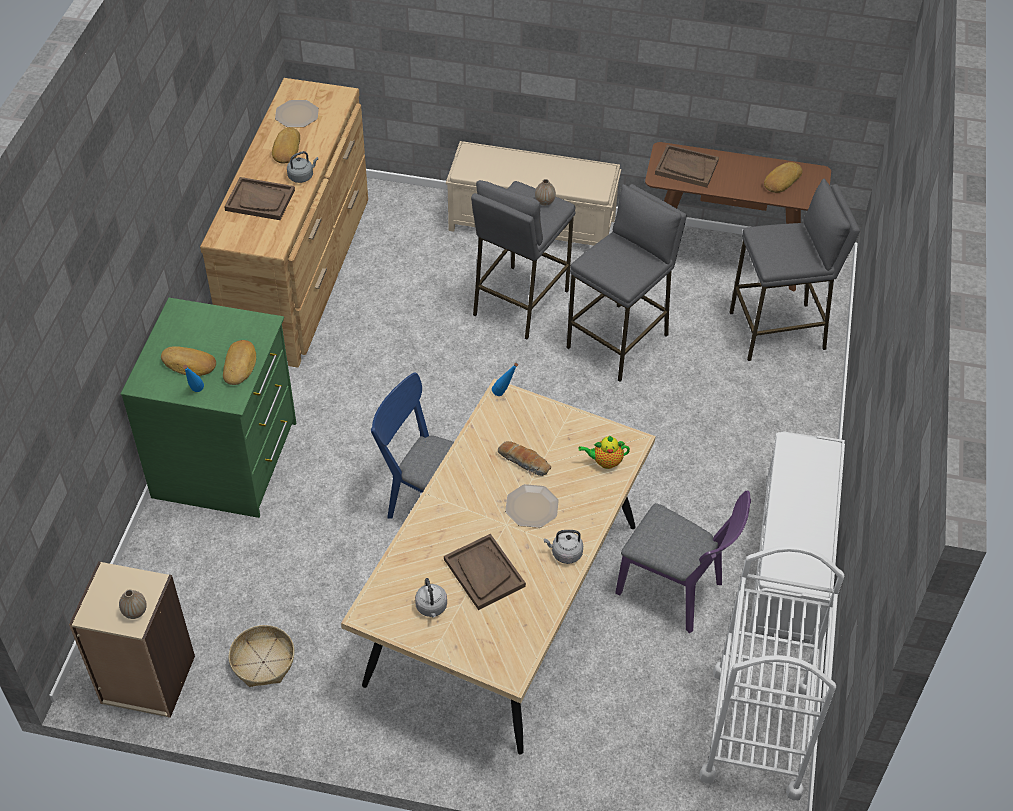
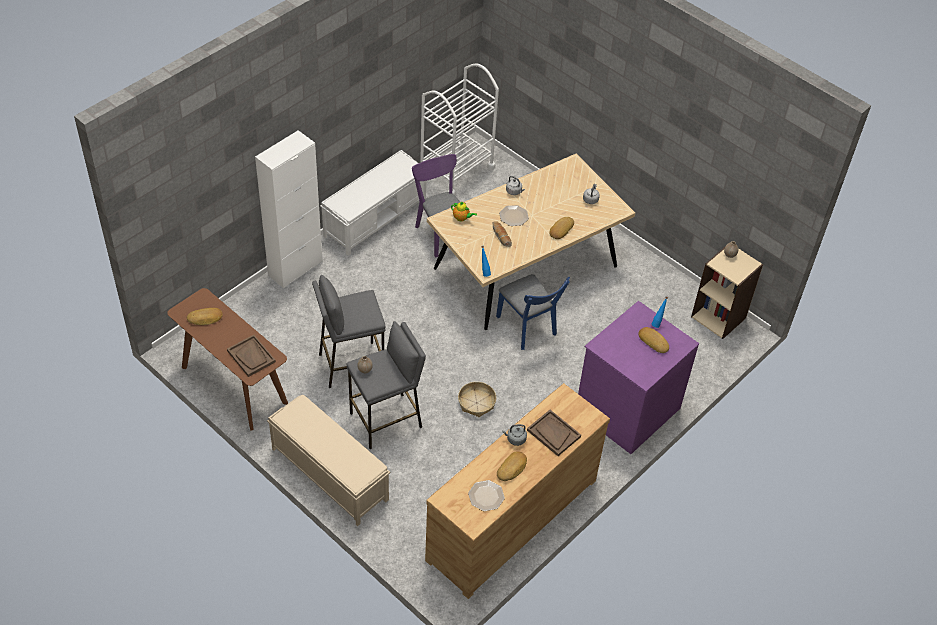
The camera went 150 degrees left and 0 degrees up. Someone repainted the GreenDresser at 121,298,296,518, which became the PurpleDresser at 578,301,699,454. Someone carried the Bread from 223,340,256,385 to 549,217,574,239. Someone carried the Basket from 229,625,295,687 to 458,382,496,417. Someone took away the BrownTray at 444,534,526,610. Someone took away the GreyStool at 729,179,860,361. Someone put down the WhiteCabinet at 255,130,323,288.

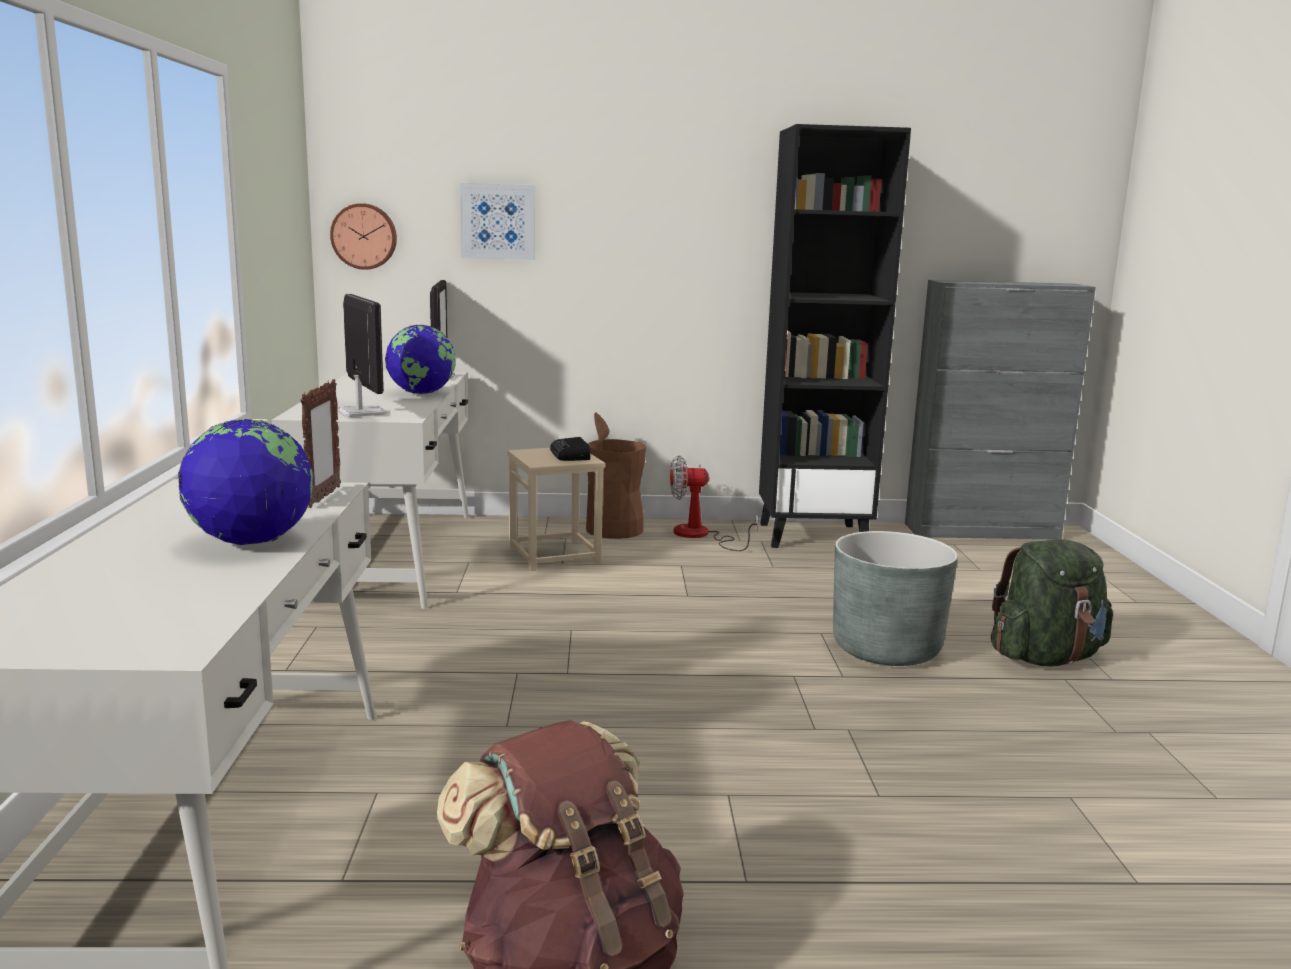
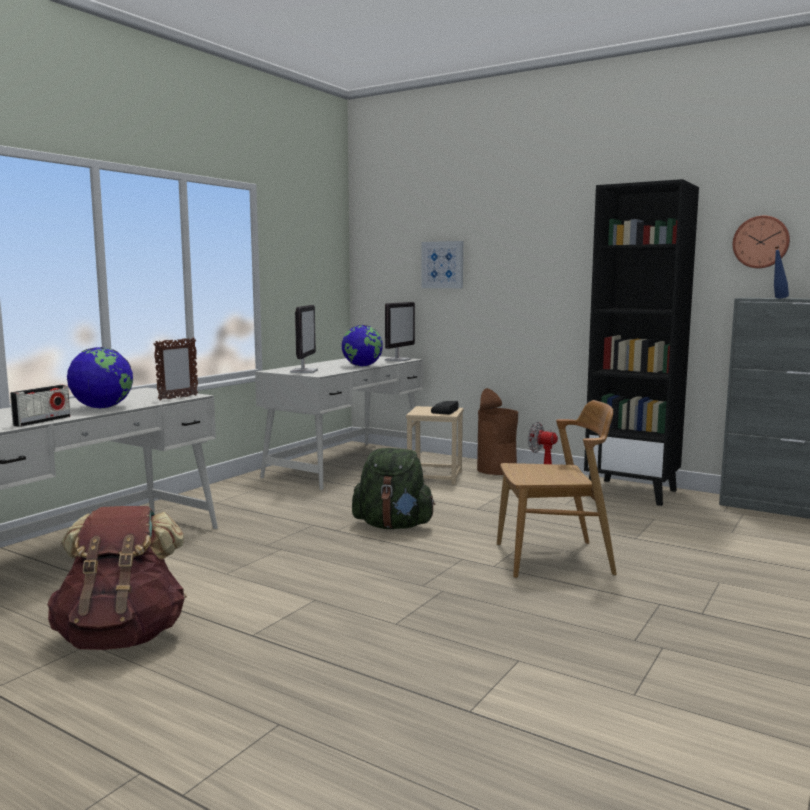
The camera went 35 degrees right and 5 degrees down. Someone carried the WallClock from 330,203,397,270 to 733,216,790,268. Someone swapped the GreyPlanter at 833,531,958,666 for the BrownChair at 497,400,617,578. Someone carried the GreenBackpack from 991,539,1113,667 to 352,448,436,529. Someone put down the Radio at 10,385,70,427. Someone put down the BlueBottle at 774,246,789,298.

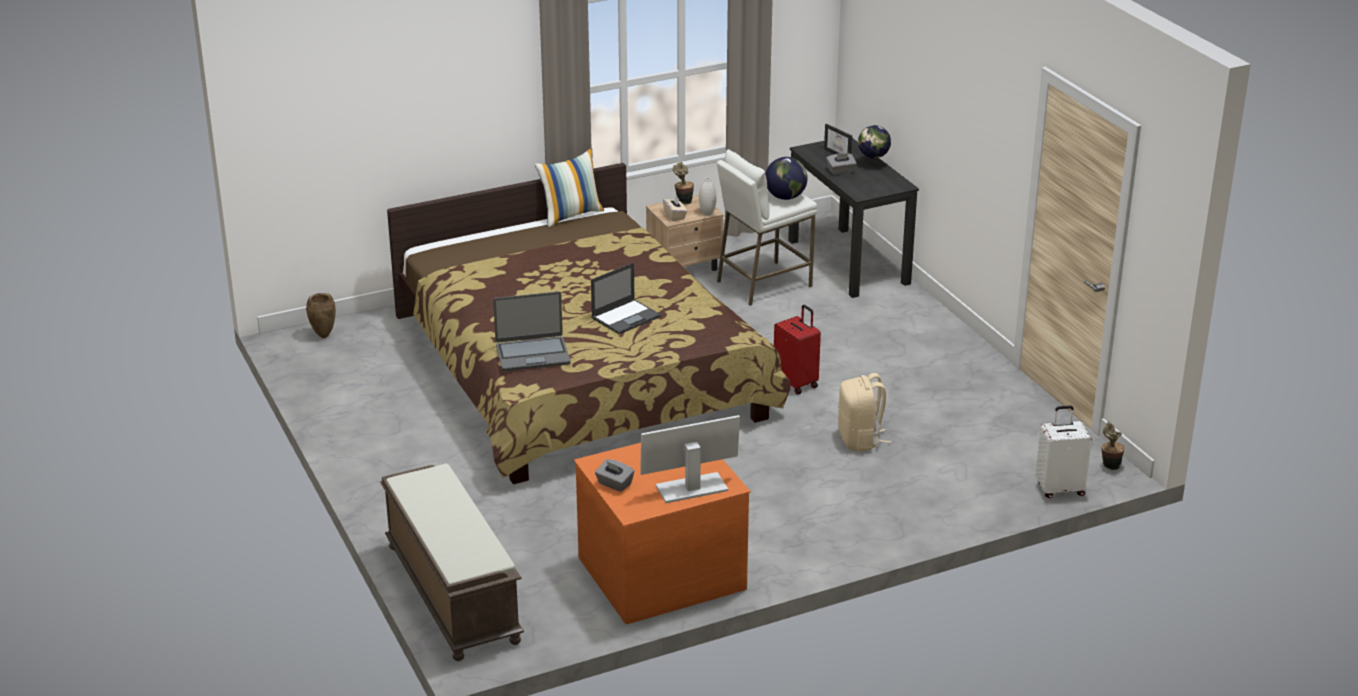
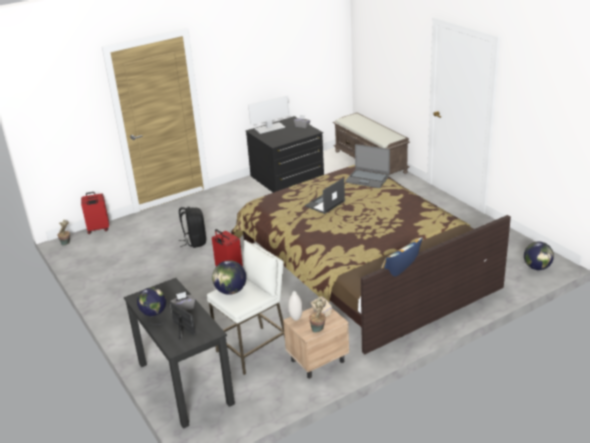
The camera went 175 degrees right and 0 degrees up. Someone swapped the BrownVase at 306,293,336,338 for the Globe at 524,241,554,270. Someone rotated the Laptop at 493,291,571,371 by 135 degrees counterclockwise. Someone repainted the OrangeDresser at 574,443,751,624, which became the BlackDresser at 246,116,324,193. Someone repainted the BeigeBackpack at 838,373,891,451, which became the BlackBackpack at 179,207,206,248. Someone repainted the WhiteSuitcase at 1035,406,1092,498, which became the RedSuitcase at 81,192,109,234.

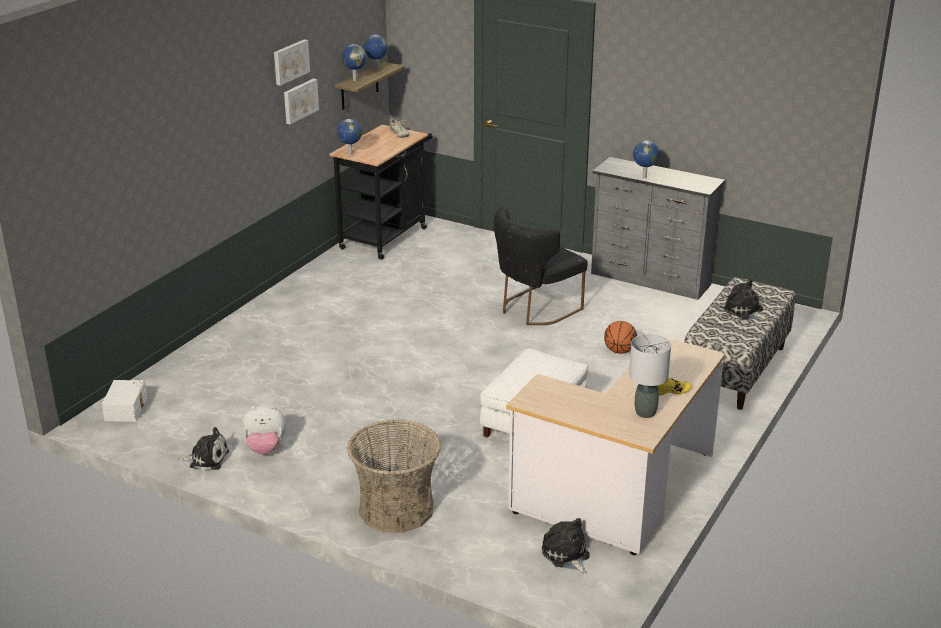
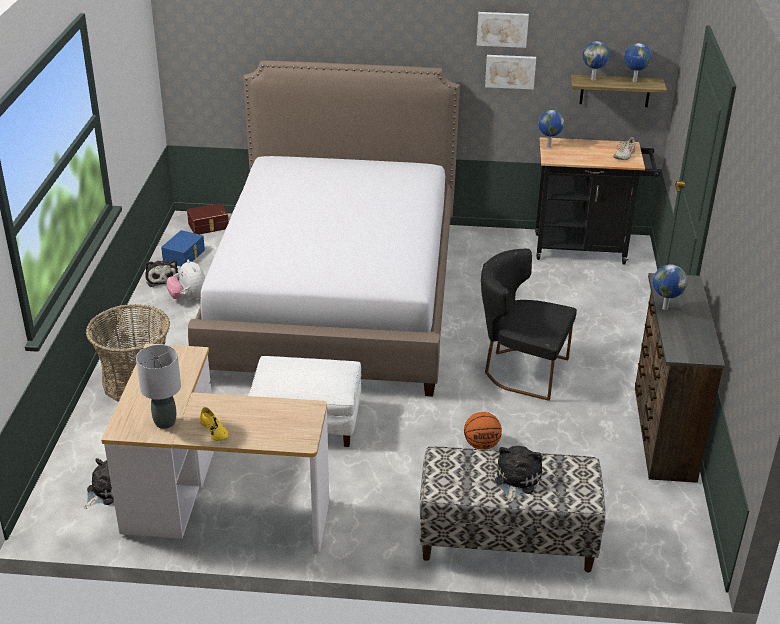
The camera went 65 degrees right and 5 degrees up. Someone repainted the WhiteStorageBox at 102,380,147,422, which became the BrownStorageBox at 187,203,229,234. Someone repainted the GreyDresser at 591,157,725,300, which became the BrownDresser at 635,273,725,483. Someone put down the BlueStorageBox at 161,230,205,266. Someone put down the Bed at 188,60,460,396.

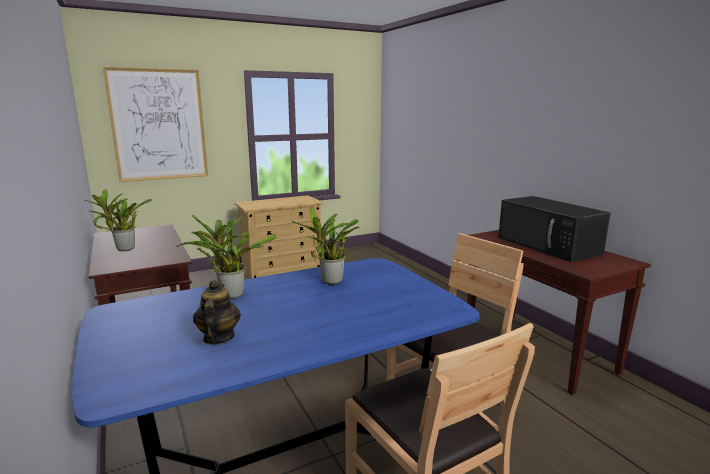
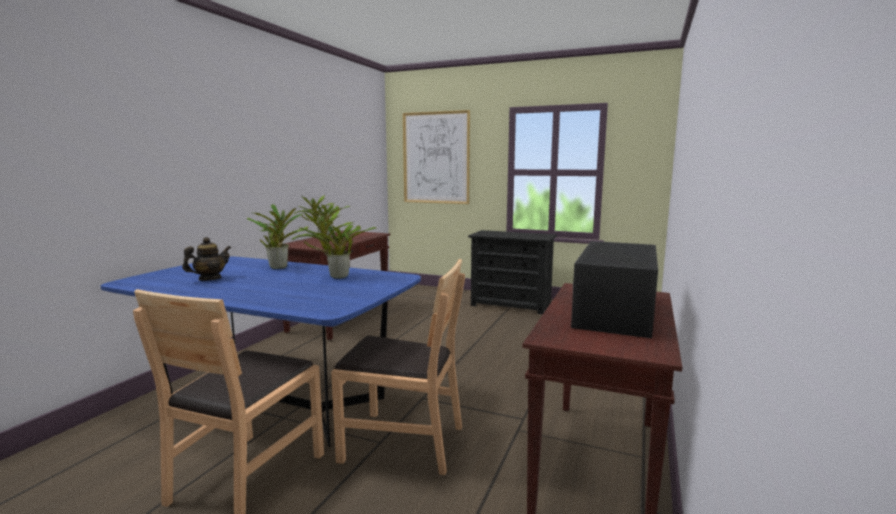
The camera went 50 degrees right and 5 degrees down. Someone repainted the BeigeDresser at 234,195,323,279, which became the BlackDresser at 468,230,557,314.

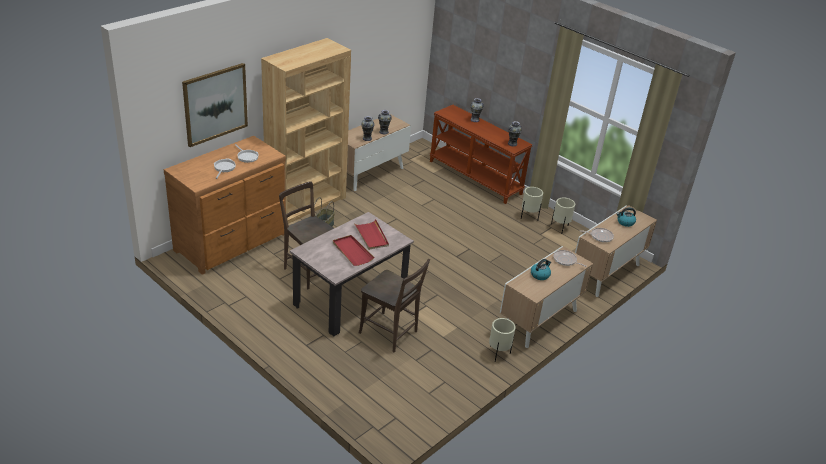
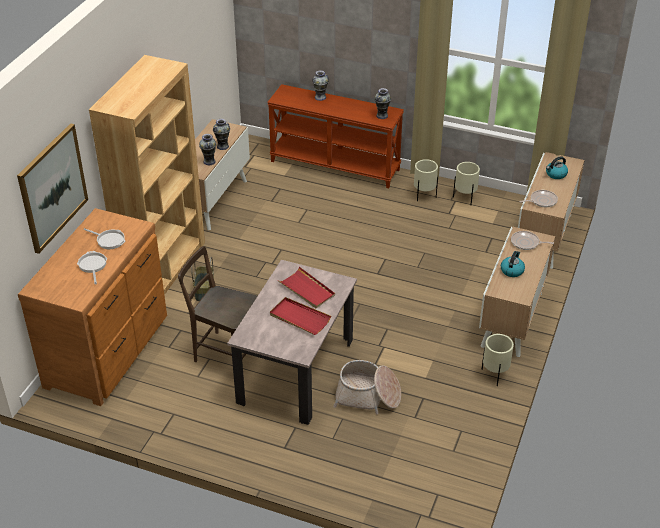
The camera went 20 degrees left and 5 degrees up. Someone swapped the BrownChair at 358,259,430,352 for the Basket at 333,360,401,414.

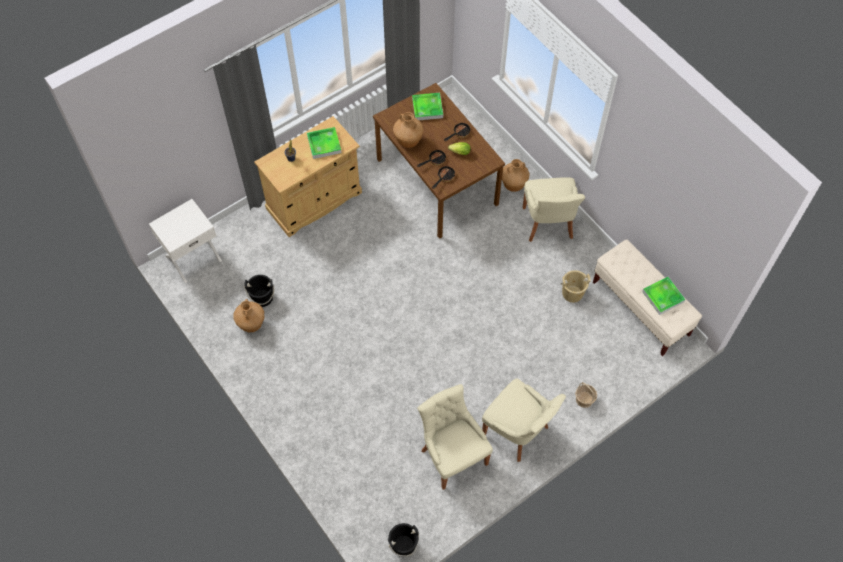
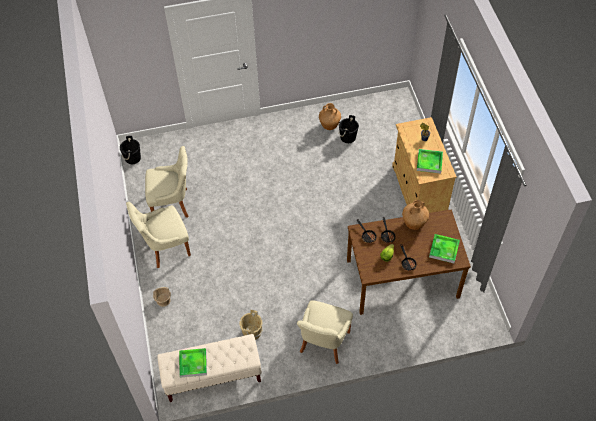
The camera went 115 degrees right and 5 degrees down. Someone took away the WhiteNightstand at 149,199,222,283. Someone took away the BrownVase at 502,159,530,192. Someone rotated the BeigeChair at 523,177,585,242 by 90 degrees counterclockwise.

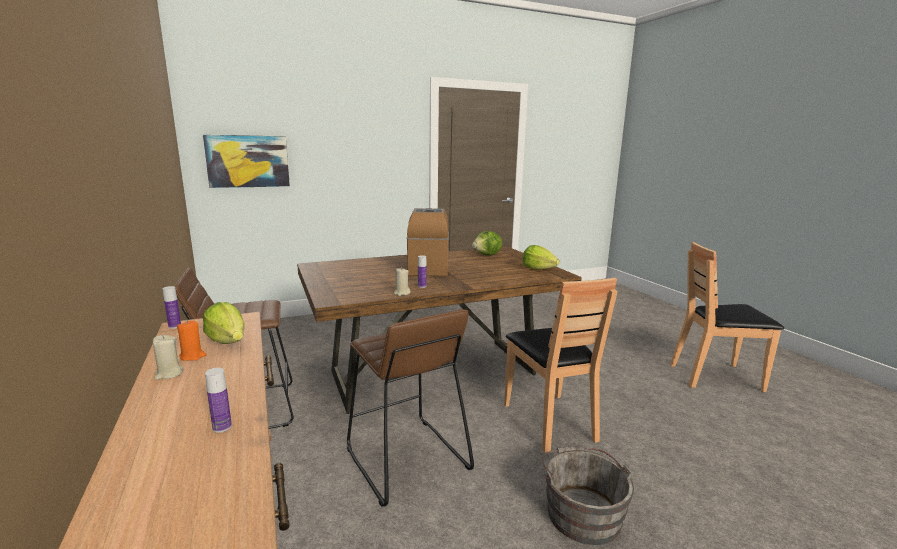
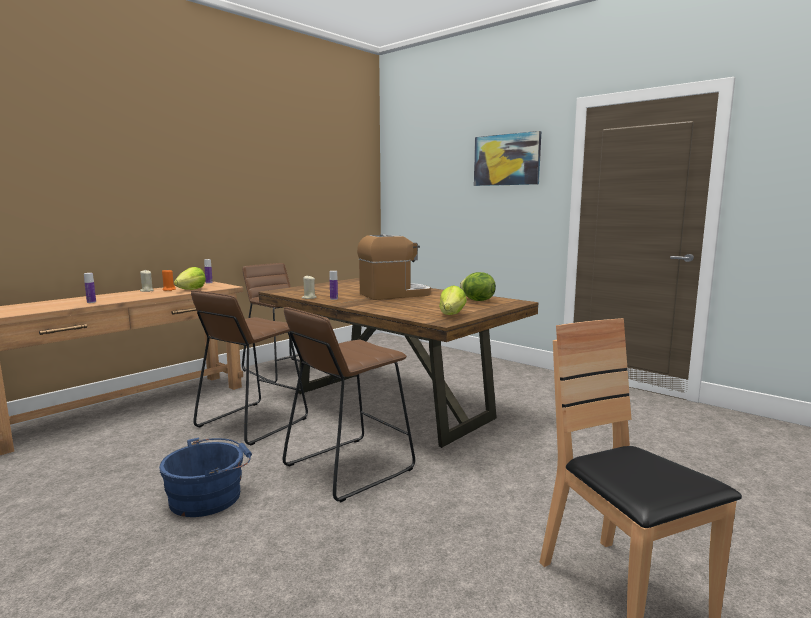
The camera went 65 degrees right and 5 degrees down. Someone carried the Picture from 203,135,290,188 to 474,131,541,186. Someone swapped the BrownChair at 504,278,618,452 for the BrownStool at 283,307,415,502. Someone repainted the GreyBucket at 541,445,634,545, which became the BlueBucket at 159,438,252,517.

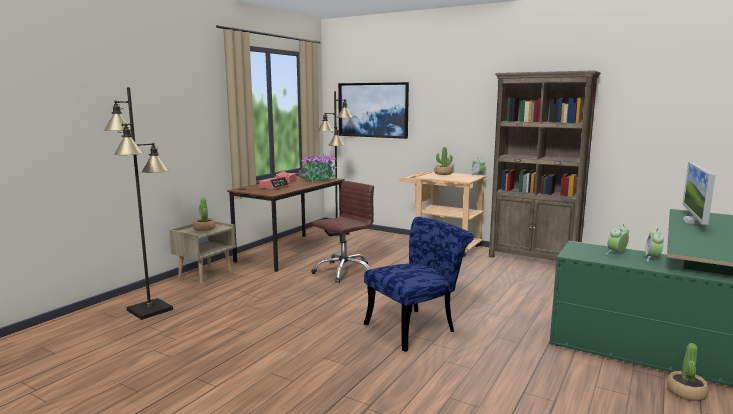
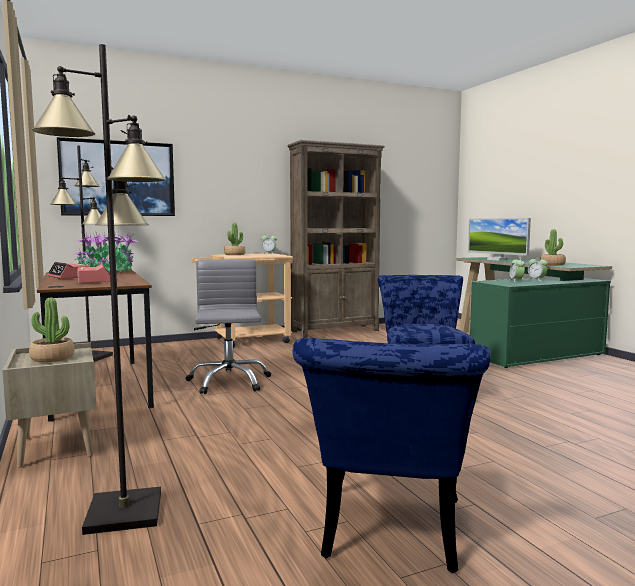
The camera went 55 degrees left and 5 degrees down. Someone repainted the BrownOfficeChair at 311,181,374,283, which became the GreyOfficeChair at 186,259,271,394. Someone carried the PottedPlant from 667,343,709,401 to 540,229,566,266. Someone put down the BlueChair at 293,338,491,573.

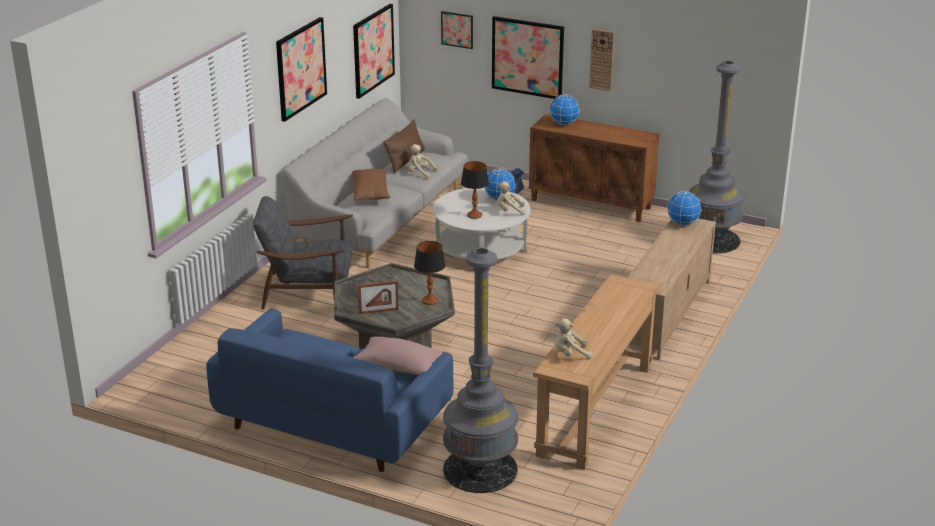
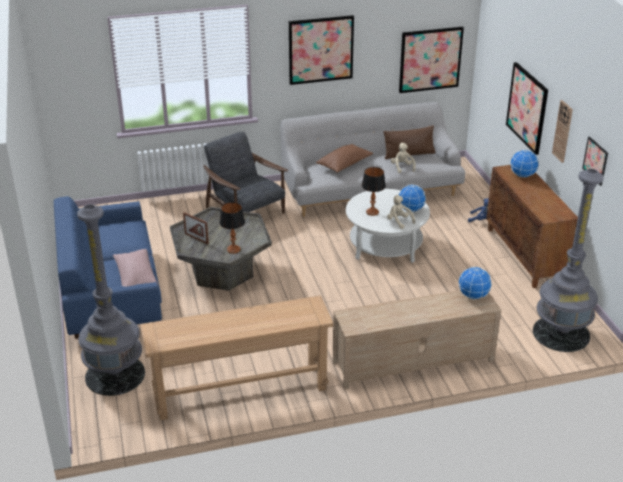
The camera went 50 degrees right and 5 degrees up. Someone carried the Picture from 441,11,473,49 to 582,137,608,186. Someone took away the BeigePlushToy at 555,318,593,359.

